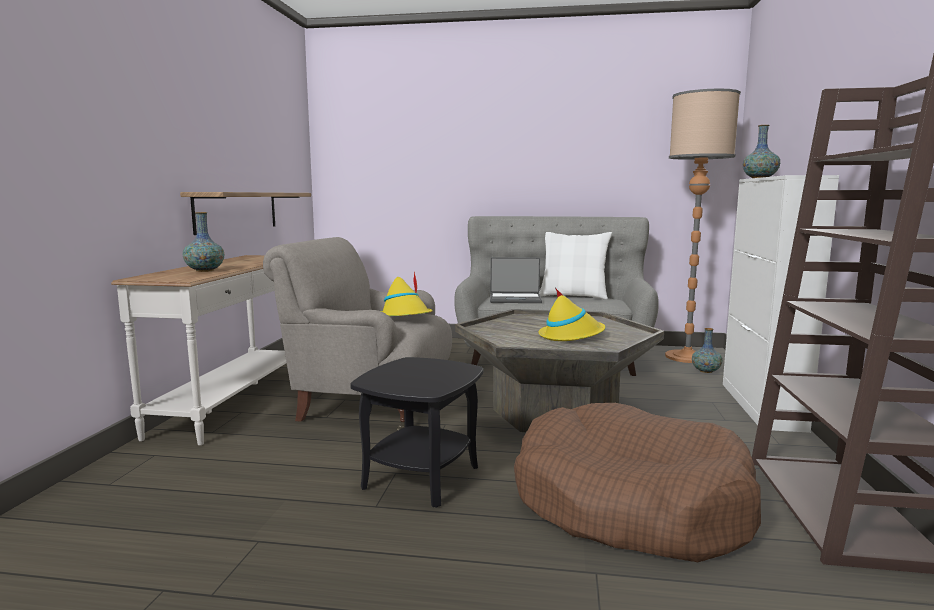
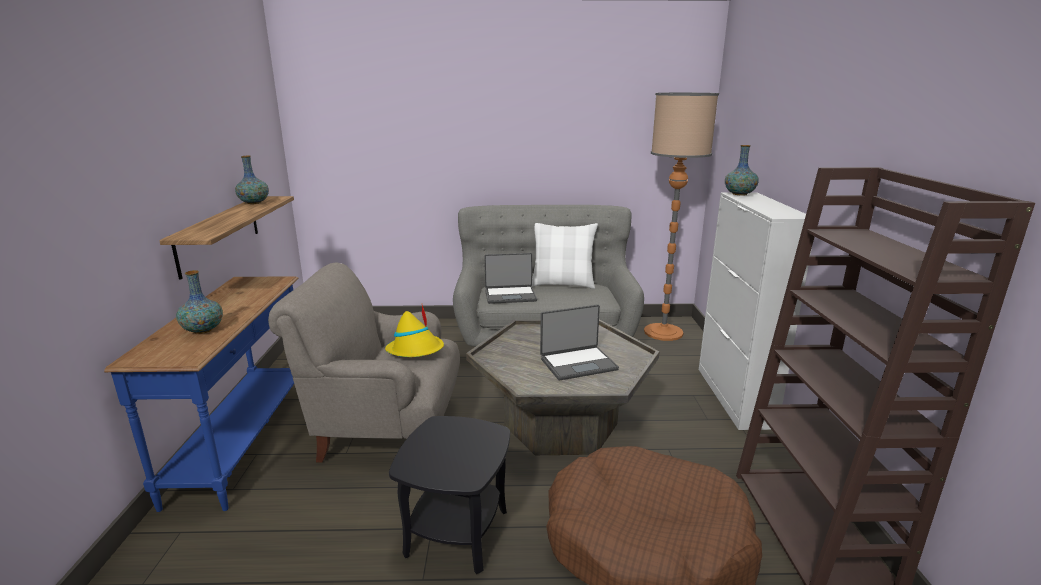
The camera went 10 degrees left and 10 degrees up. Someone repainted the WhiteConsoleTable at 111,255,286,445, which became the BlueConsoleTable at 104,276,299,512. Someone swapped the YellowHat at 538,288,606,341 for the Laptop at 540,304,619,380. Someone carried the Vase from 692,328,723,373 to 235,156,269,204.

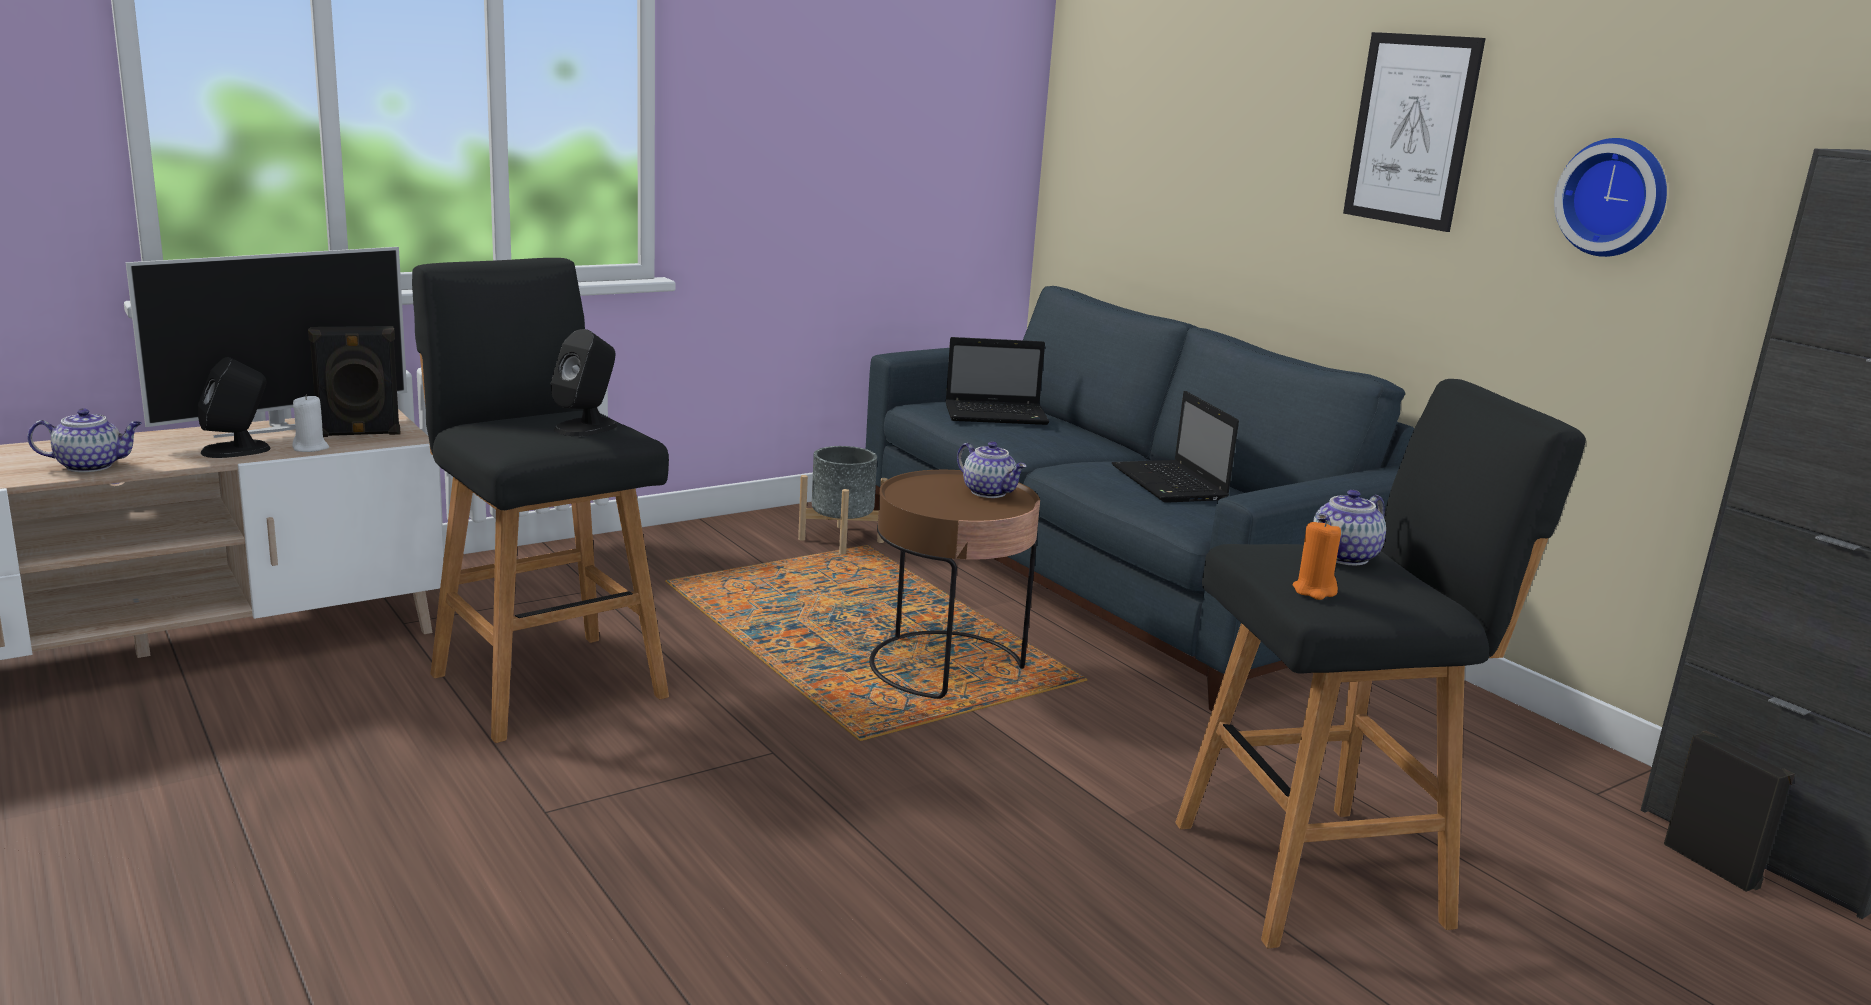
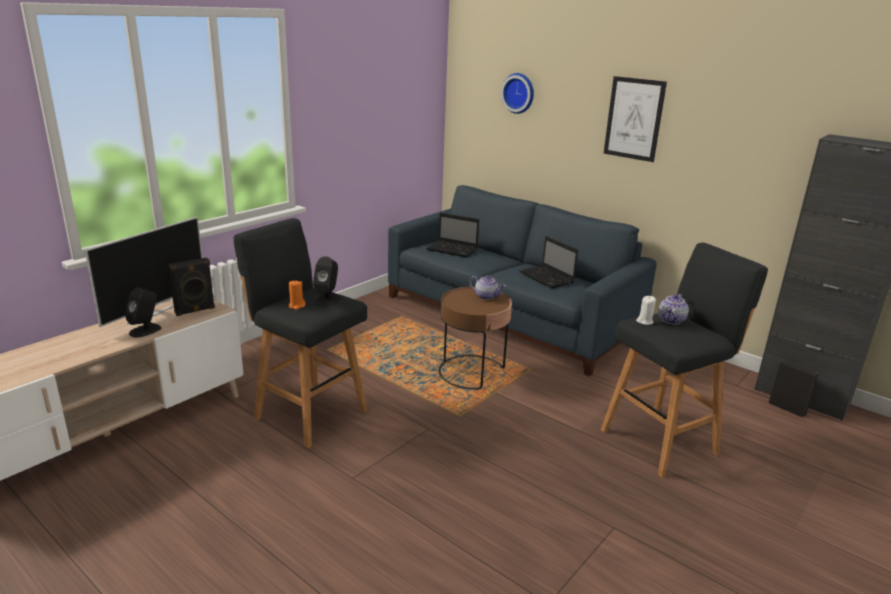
The camera went 15 degrees left and 5 degrees up. Someone took away the Teapot at 27,408,142,472. Someone carried the WhiteCandle from 292,394,329,452 to 636,296,656,325. Someone took away the GreyPlanter at 798,446,888,554. Someone rotated the Laptop at 945,337,1049,425 by 45 degrees clockwise. Someone carried the OrangeCandle from 1293,520,1341,600 to 289,280,306,310. Someone carried the WallClock from 1554,138,1667,257 to 501,73,534,114.

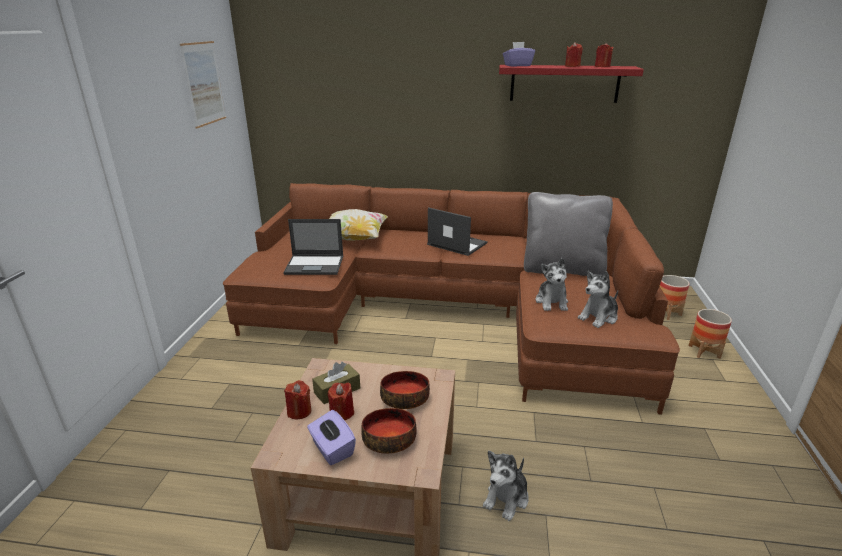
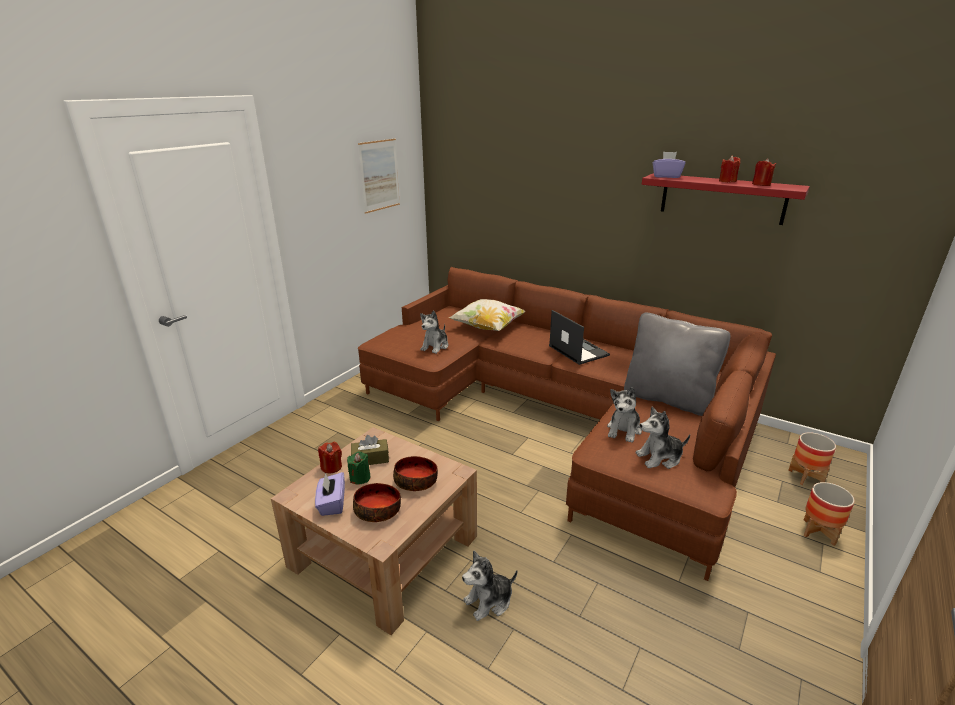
The camera went 25 degrees right and 0 degrees up. Someone swapped the Laptop at 283,219,343,275 for the PlushToy at 420,310,449,354. Someone repainted the RedCandle at 328,382,354,420, which became the GreenCandle at 347,451,371,485.

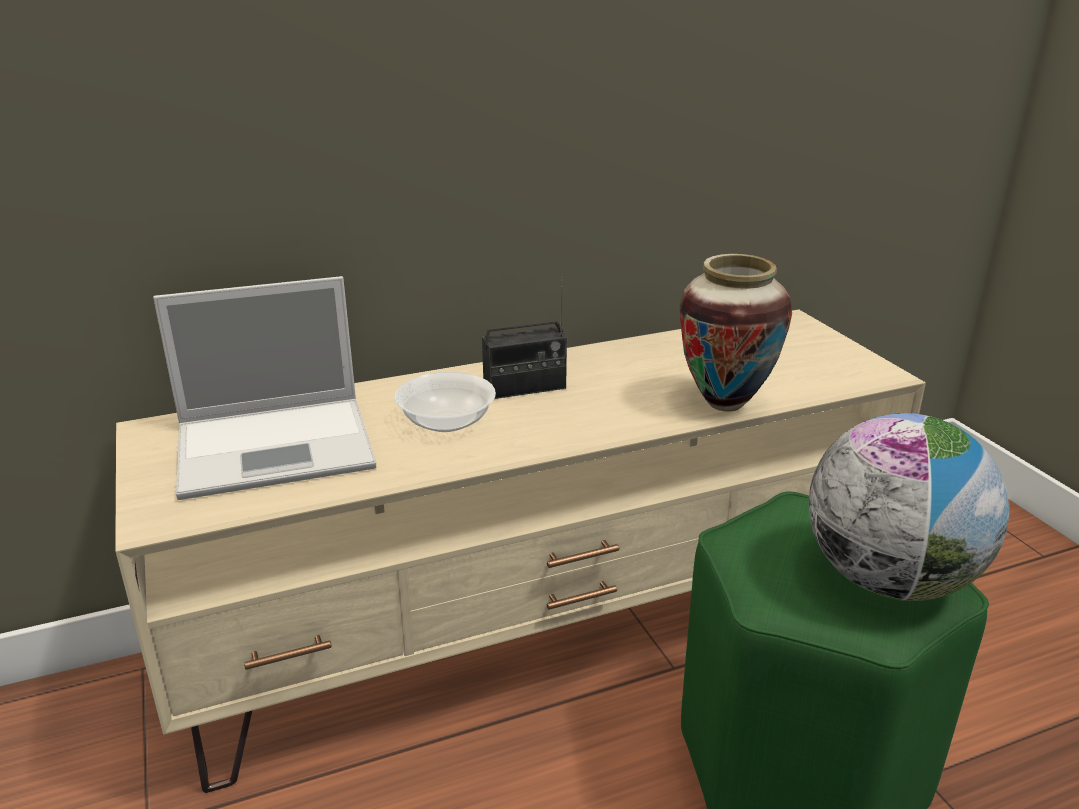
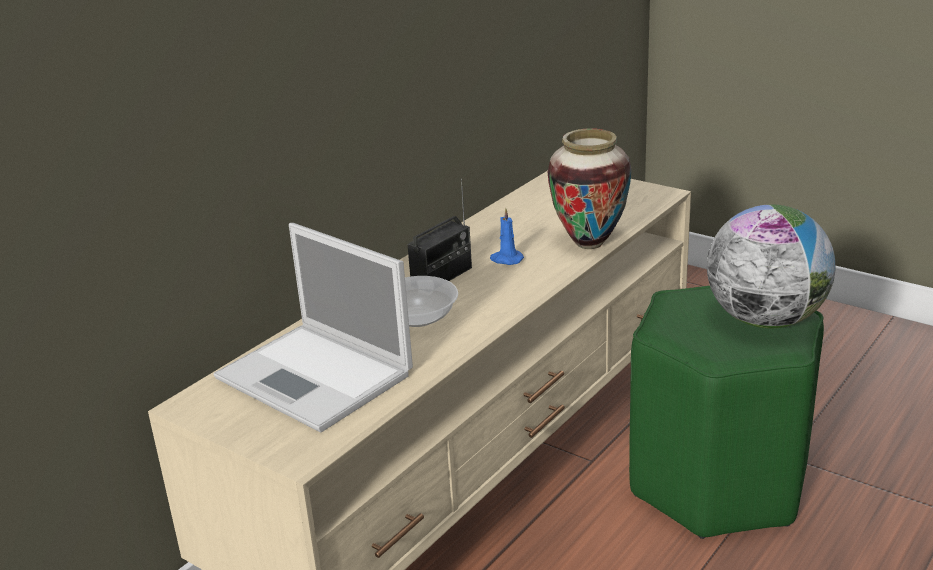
The camera went 30 degrees left and 0 degrees up. Someone rotated the Laptop at 153,276,376,500 by 90 degrees clockwise. Someone put down the BlueCandle at 490,208,524,265.

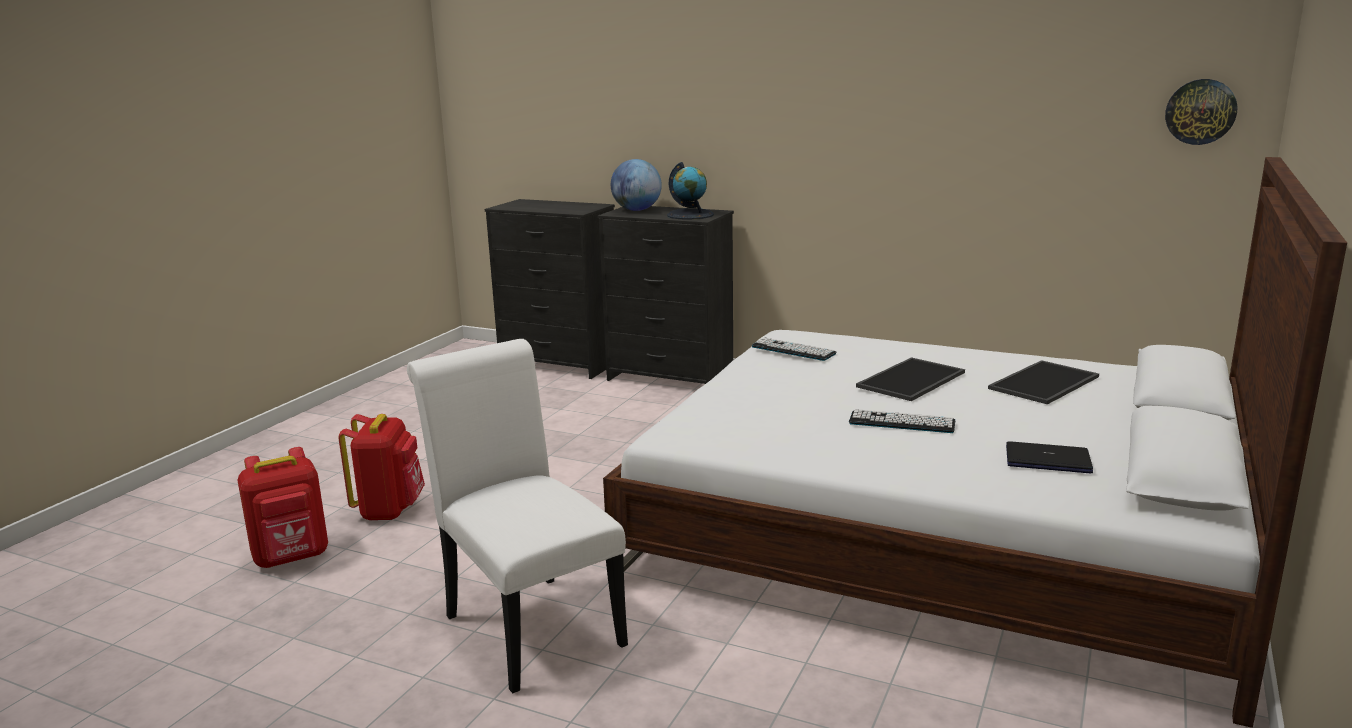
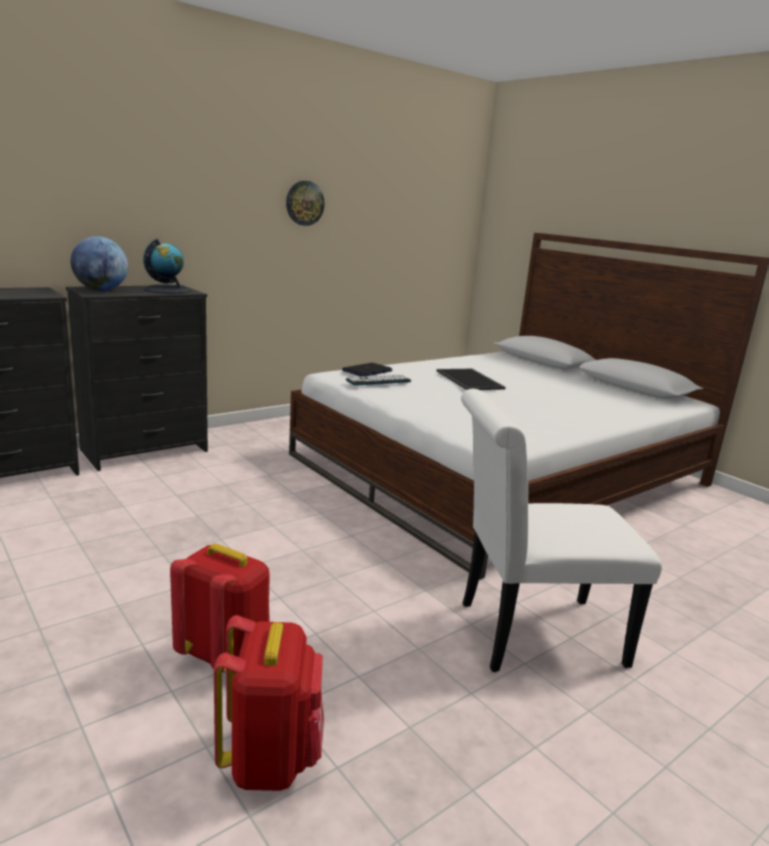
The camera went 65 degrees left and 0 degrees up. Someone took away the Keyboard at 849,409,955,433. Someone took away the Tray at 988,360,1099,405. Someone carried the Laptop from 1006,442,1093,473 to 342,363,393,377. Someone carried the WallClock from 1165,79,1237,145 to 286,181,325,226.

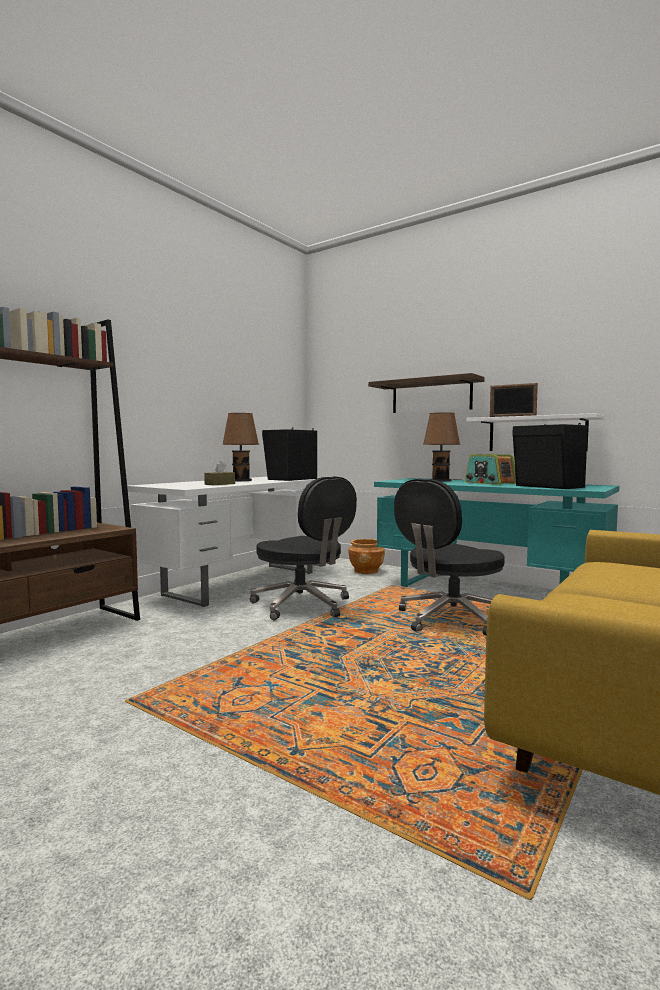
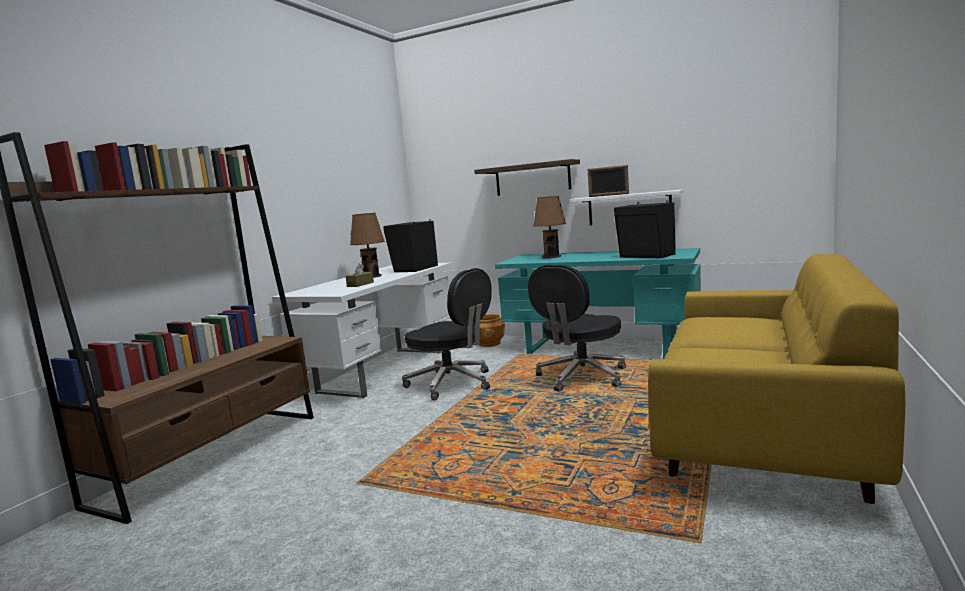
The camera went 10 degrees left and 5 degrees up. Someone took away the Radio at 465,454,516,485.

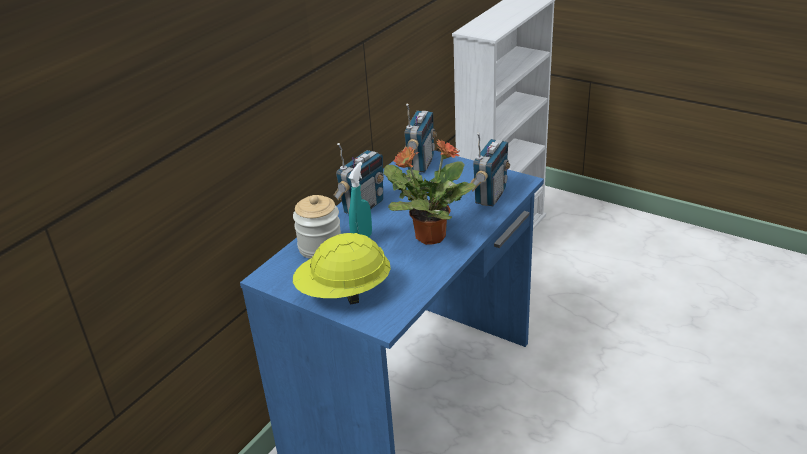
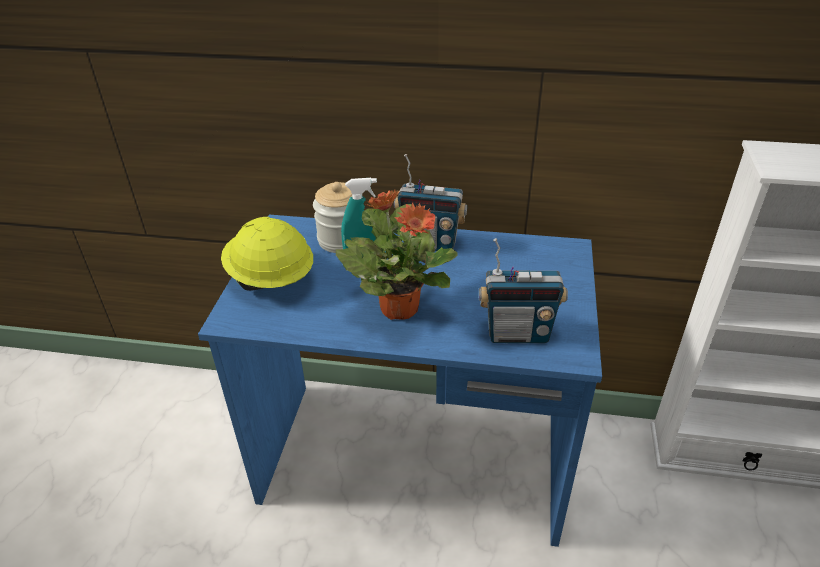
The camera went 65 degrees right and 5 degrees up. Someone took away the Radio at 404,104,437,173.

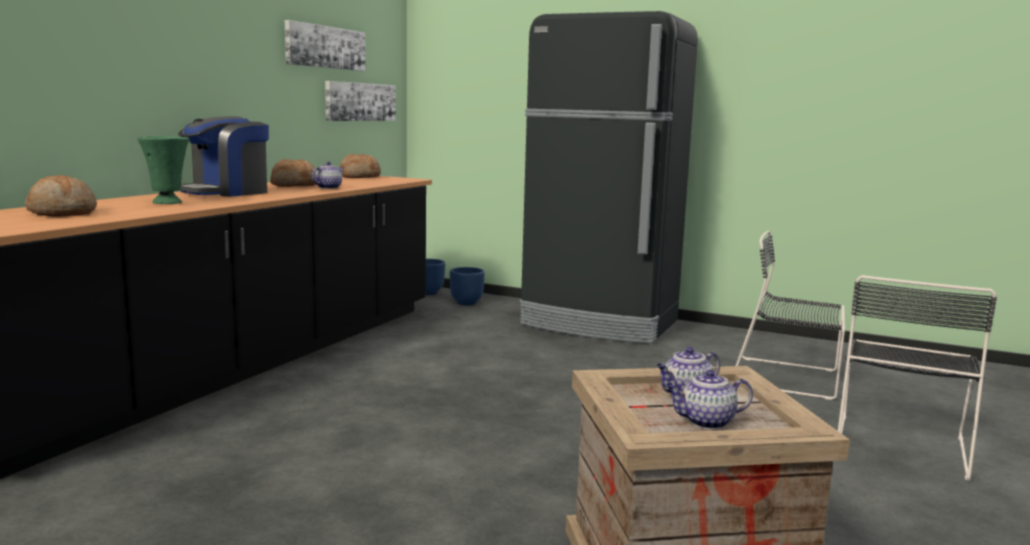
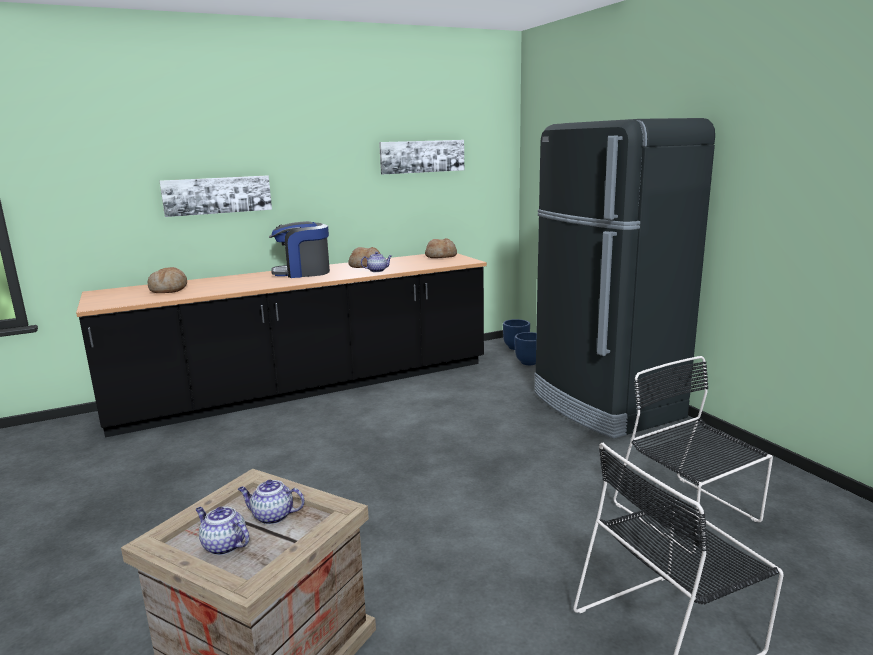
The camera went 40 degrees right and 5 degrees up. Someone took away the GreenVase at 137,136,189,204. Someone carried the Picture from 325,81,396,121 to 160,175,272,217.

